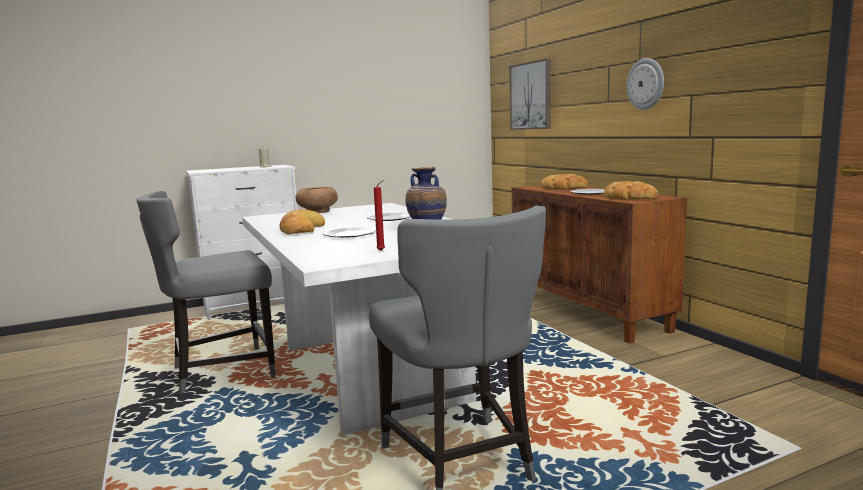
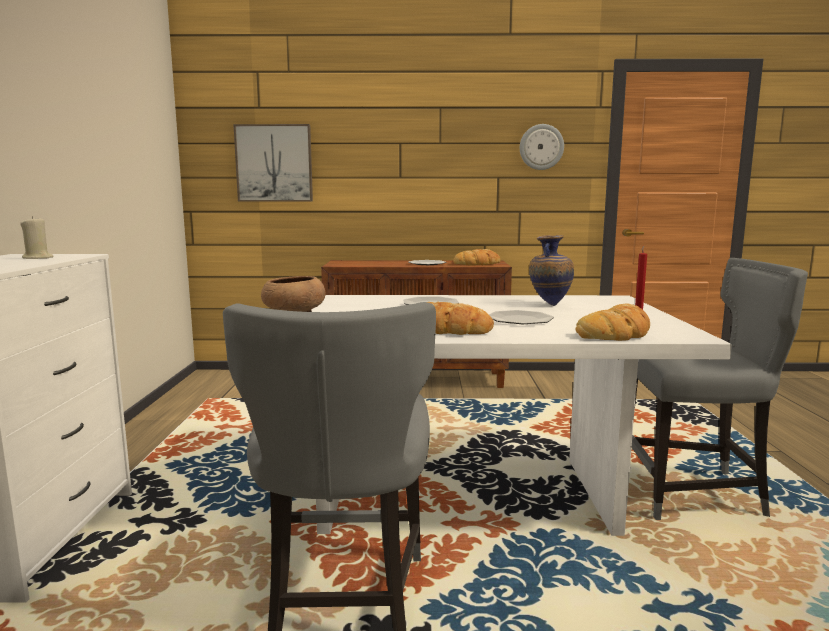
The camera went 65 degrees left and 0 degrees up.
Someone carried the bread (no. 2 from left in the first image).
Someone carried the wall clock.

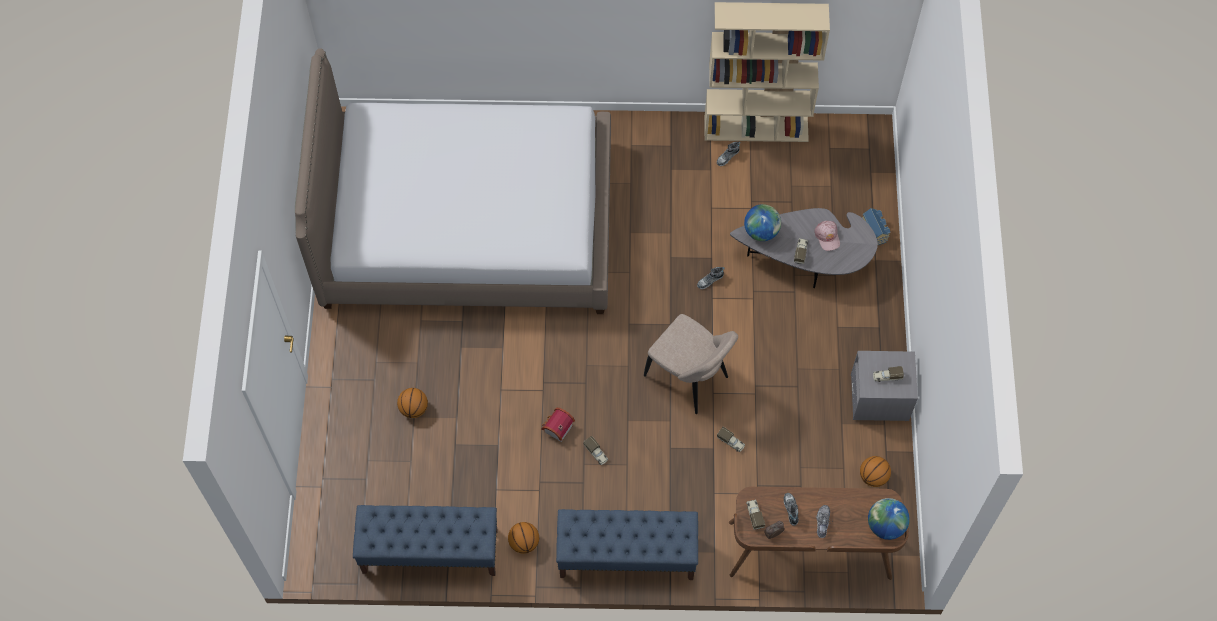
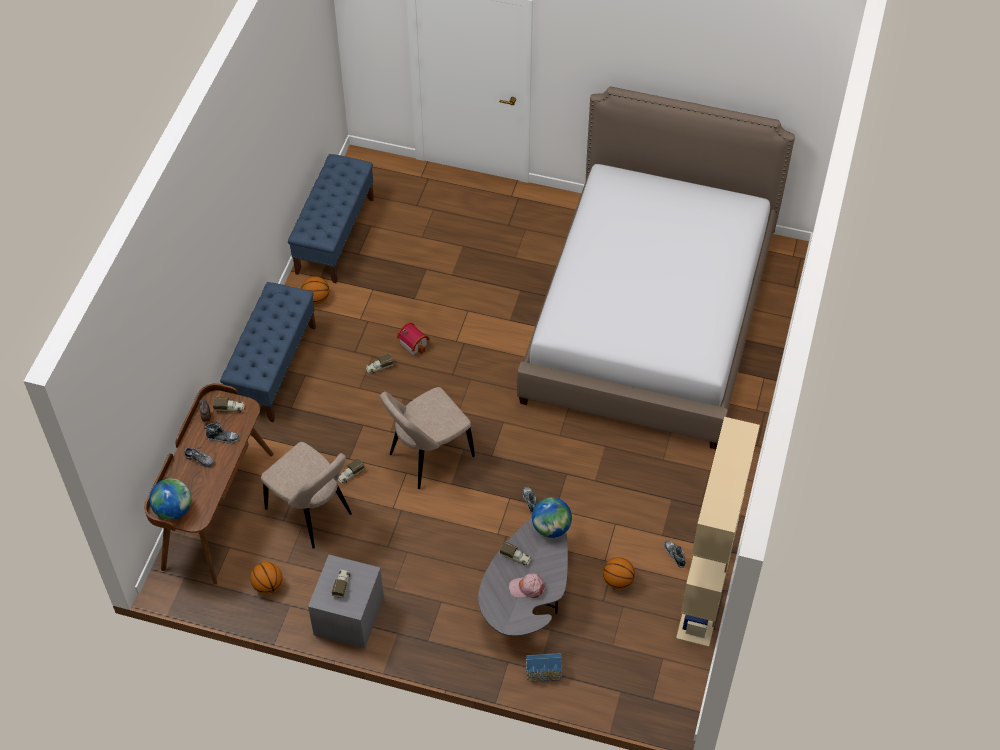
The camera went 105 degrees right and 10 degrees down.
Someone carried the basketball (no. 1 from left in the first image).
Someone put down the beige chair (no. 1 from left).

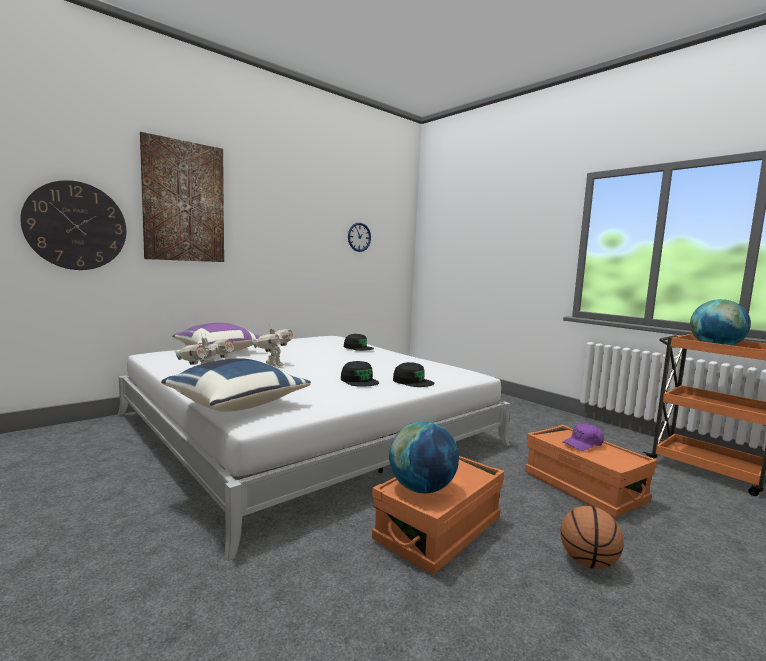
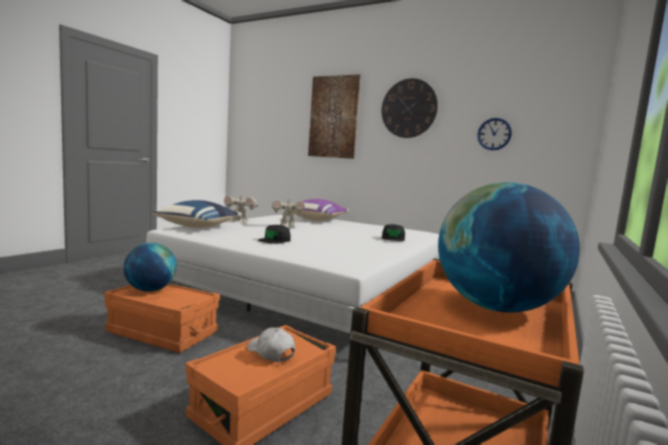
The camera went 70 degrees right and 0 degrees up.
Someone carried the wall clock (no. 1 from left).
Someone took away the black cap (no. 3 from left).
Someone took away the basketball.
Someone repainted the purple cap, which became the white cap.

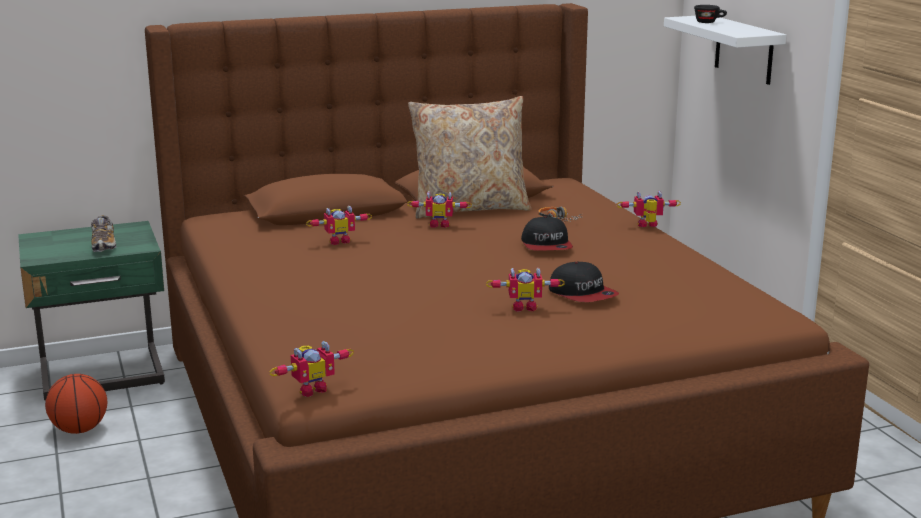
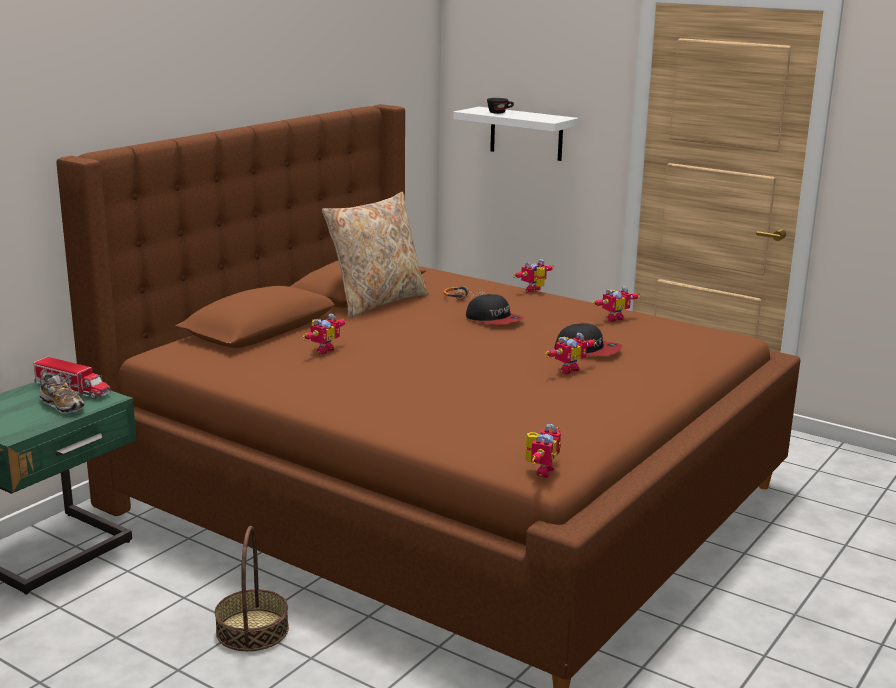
The camera went 35 degrees left and 0 degrees up.
Someone took away the basketball.
Someone carried the toy robot (no. 3 from left in the first image).
Someone put down the toy truck.
Someone put down the basket.

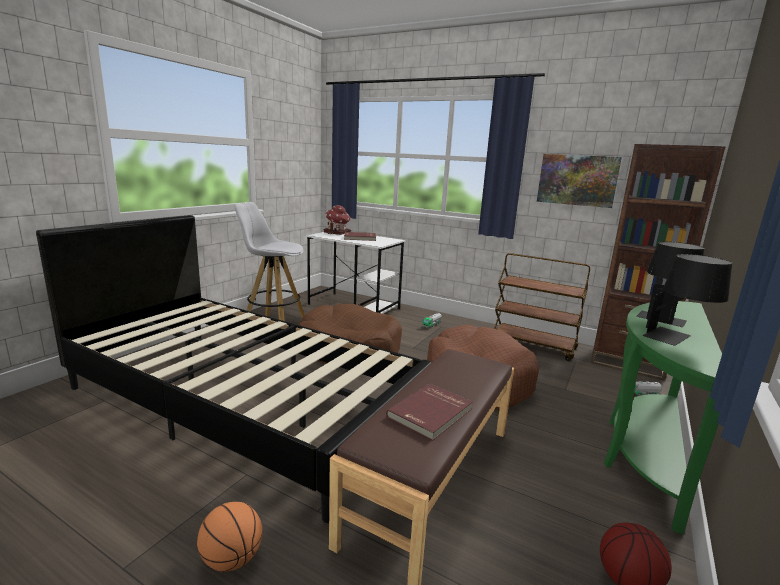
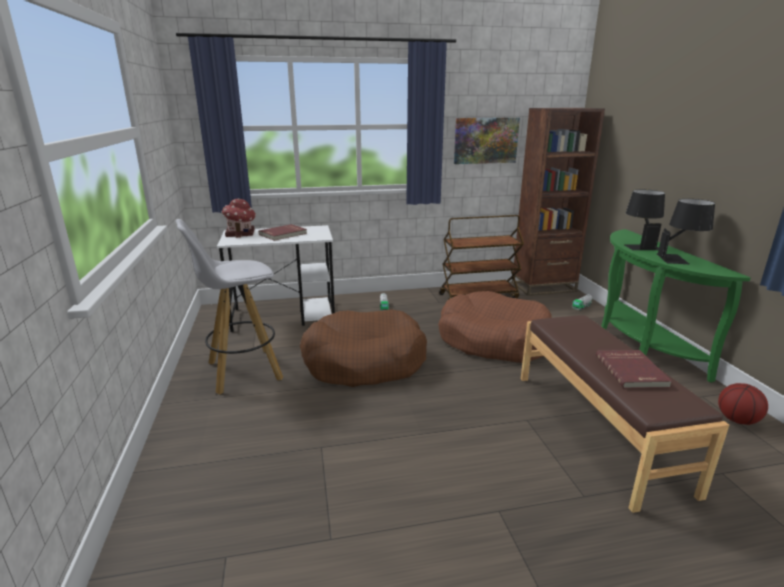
The camera went 40 degrees left and 5 degrees up.
Someone took away the black bed.
Someone took away the basketball (no. 1 from left).

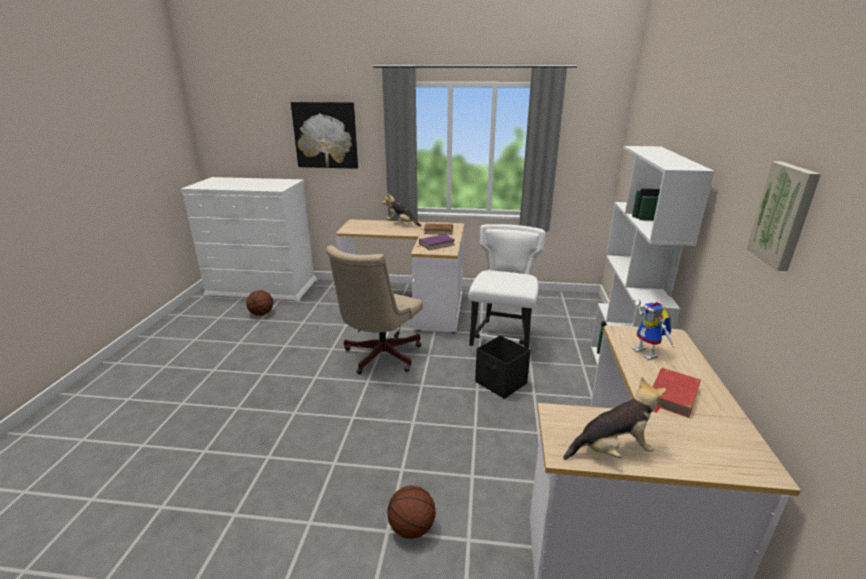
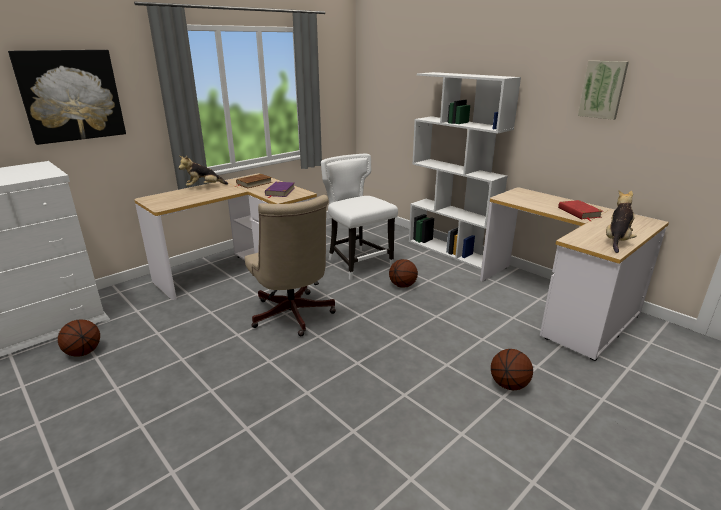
The camera went 50 degrees left and 0 degrees up.
Someone swapped the black storage box for the basketball (no. 2 from left).
Someone took away the toy robot.

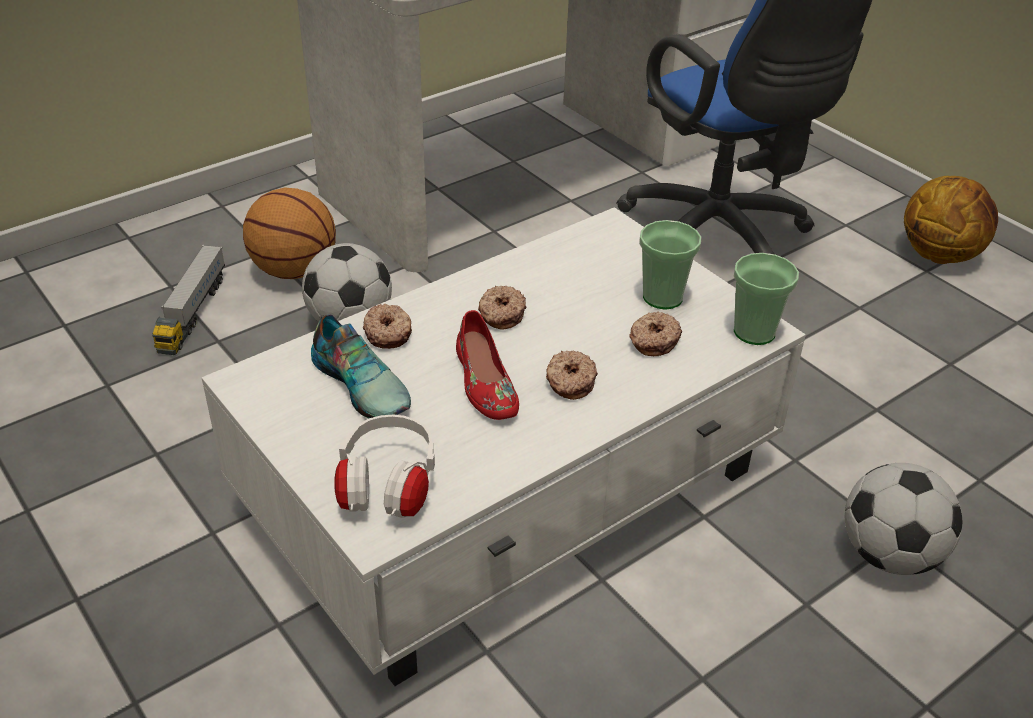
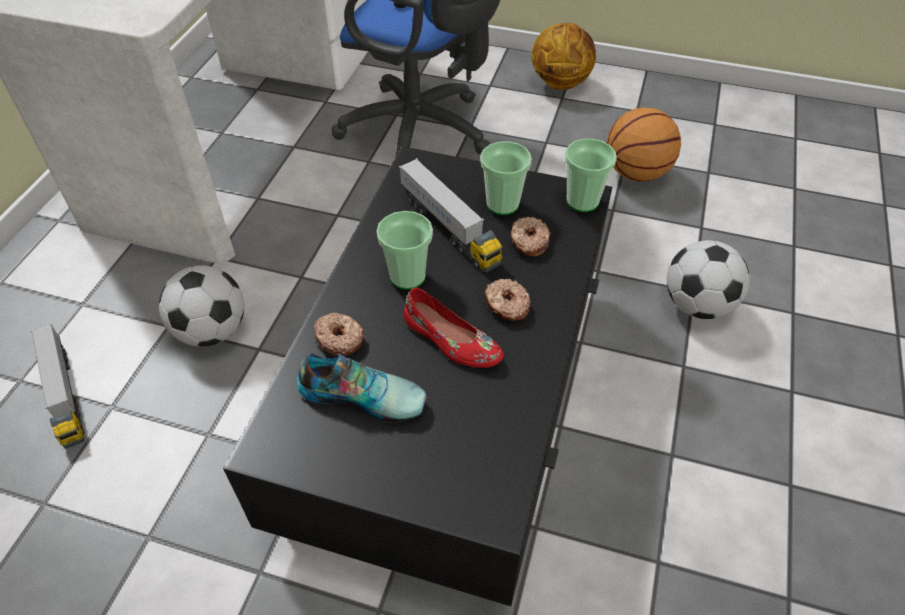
The camera went 35 degrees left and 10 degrees up.
Someone repainted the white coffee table, which became the black coffee table.
Someone carried the basketball (no. 1 from left in the first image).
Someone took away the white headphones.
Someone swapped the donut (no. 2 from left) for the cup (no. 1 from left).
Someone put down the toy truck (no. 2 from left).

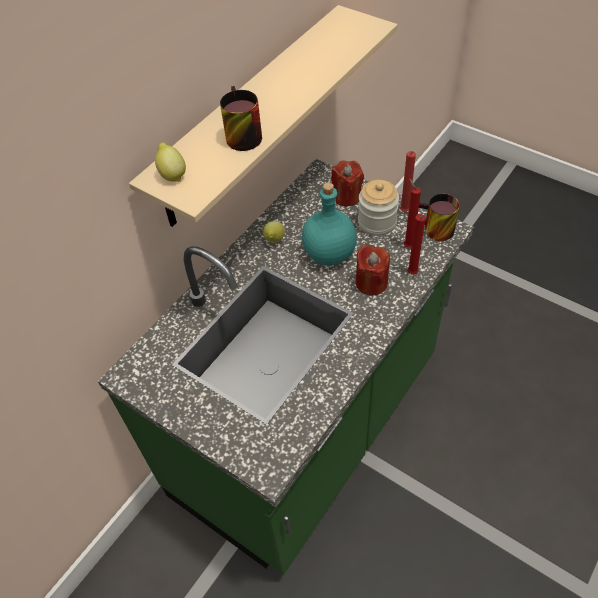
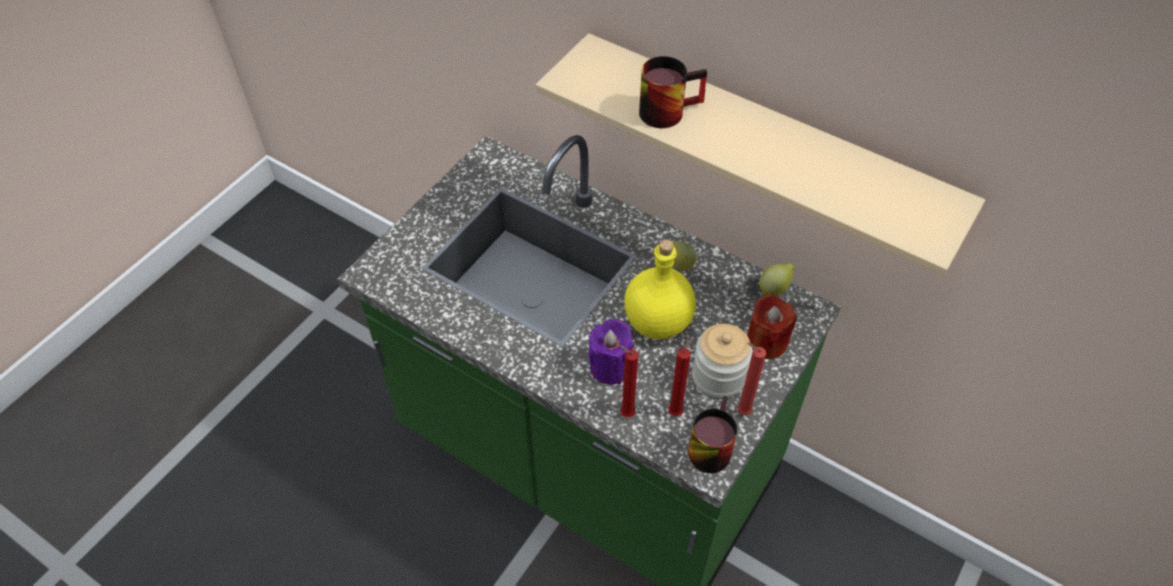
The camera went 85 degrees right and 0 degrees up.
Someone carried the lemon (no. 1 from left in the first image).
Someone repainted the turquoise bottle, which became the yellow bottle.
Someone repainted the red candle (no. 2 from left), which became the purple candle.

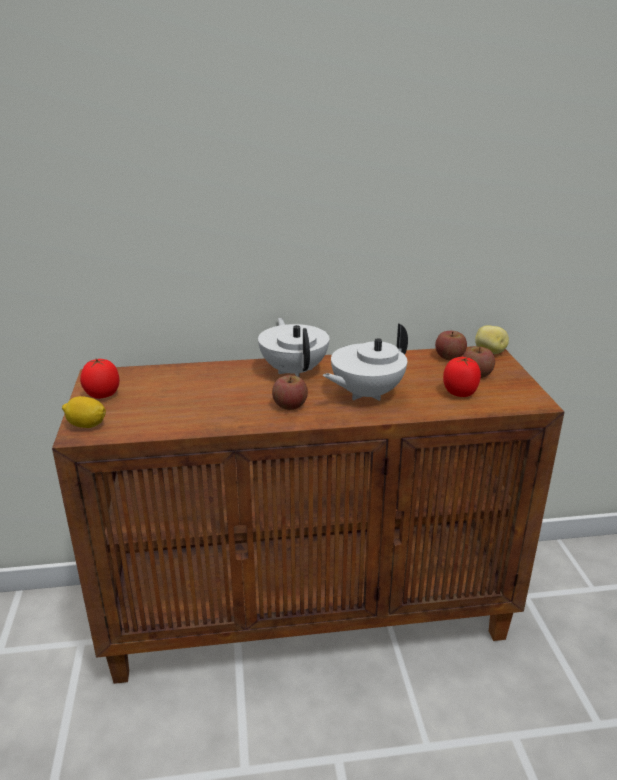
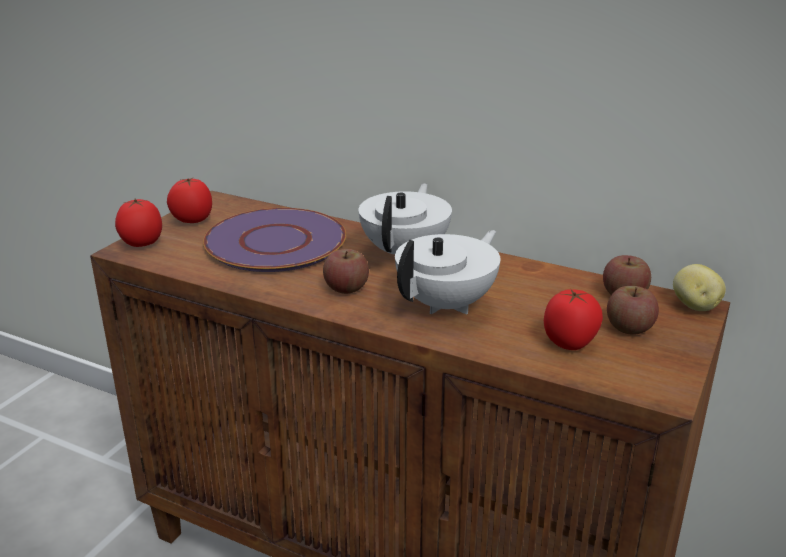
The camera went 35 degrees right and 0 degrees up.
Someone swapped the lemon for the tomato (no. 1 from left).
Someone rotated the white teapot (no. 2 from left) by 135 degrees clockwise.
Someone put down the purple plate.

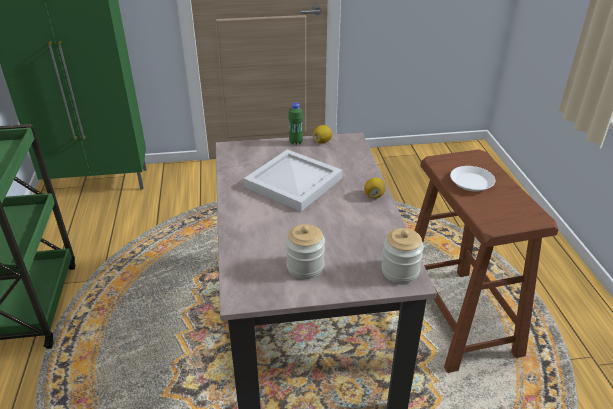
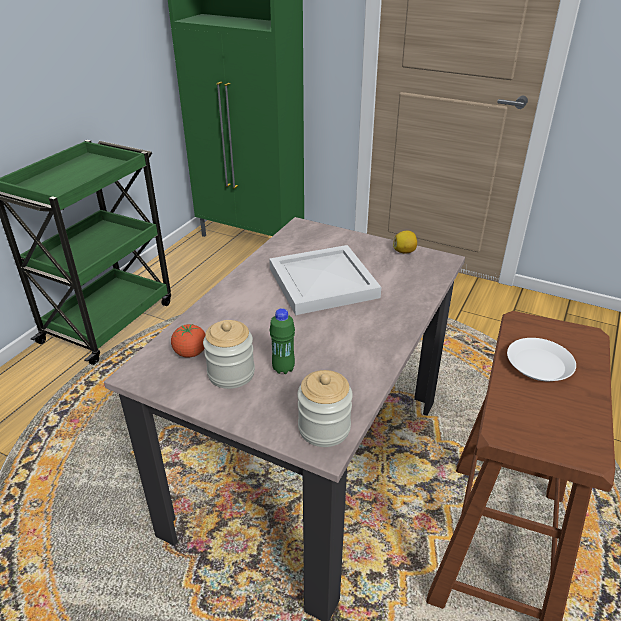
The camera went 35 degrees right and 0 degrees up.
Someone carried the green bottle.
Someone took away the lemon (no. 2 from left).
Someone put down the tomato.

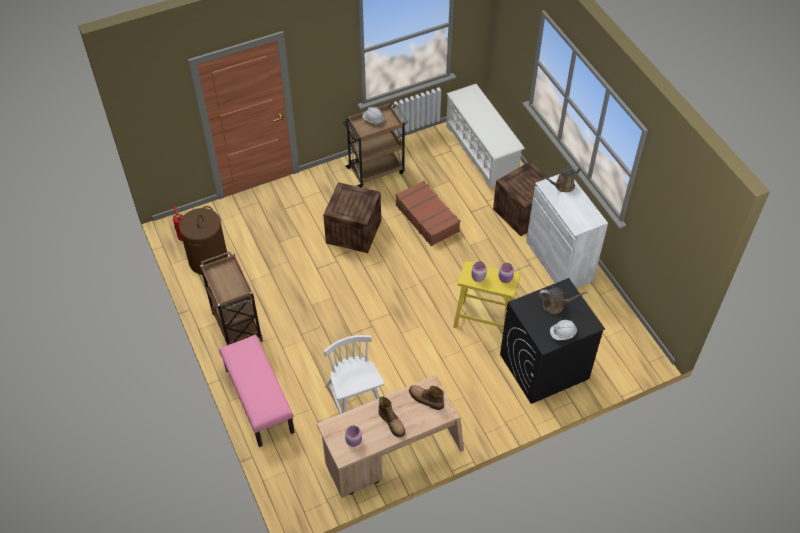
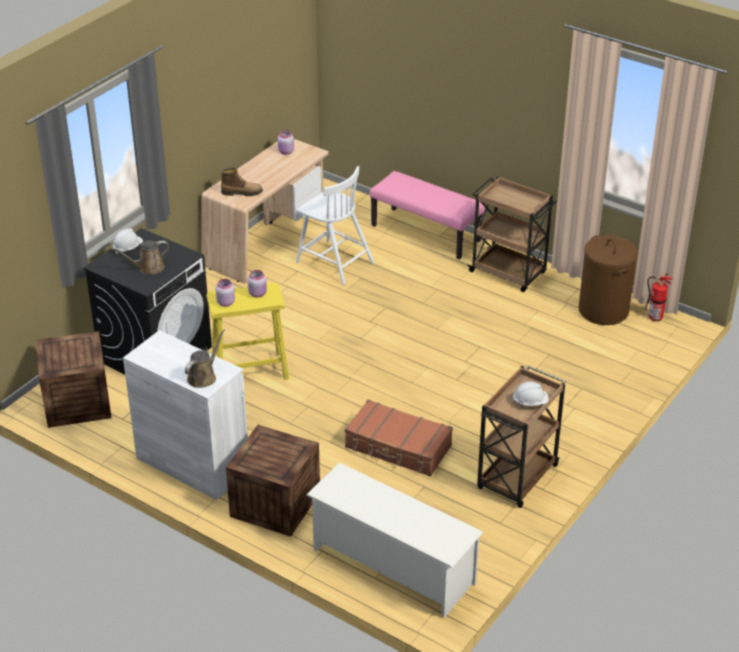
The camera went 150 degrees right and 15 degrees down.
Someone carried the crate (no. 1 from left).
Someone took away the boot (no. 1 from left).

